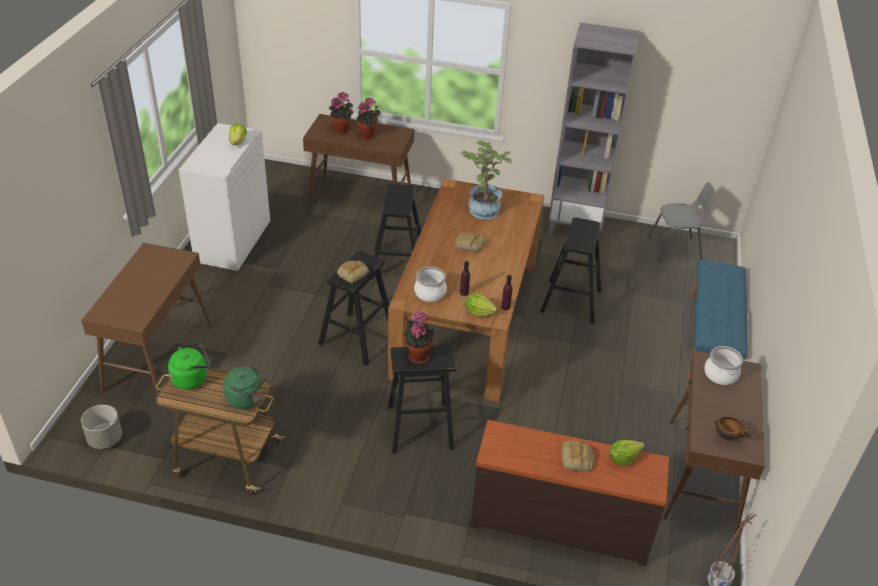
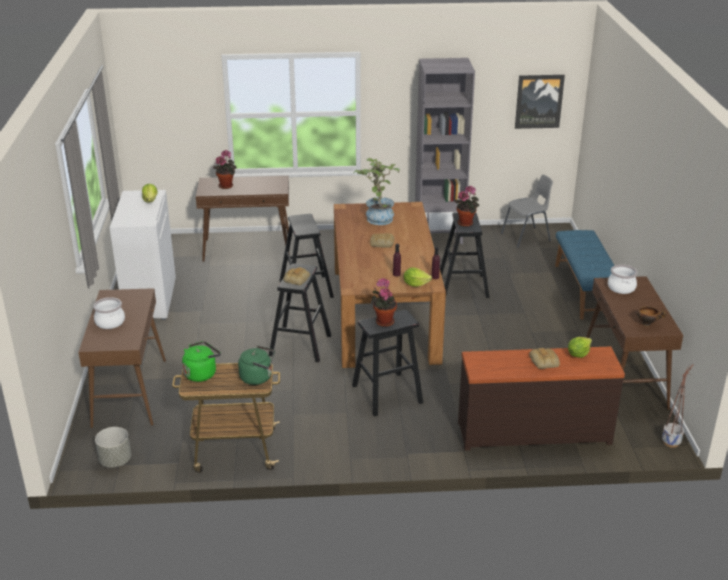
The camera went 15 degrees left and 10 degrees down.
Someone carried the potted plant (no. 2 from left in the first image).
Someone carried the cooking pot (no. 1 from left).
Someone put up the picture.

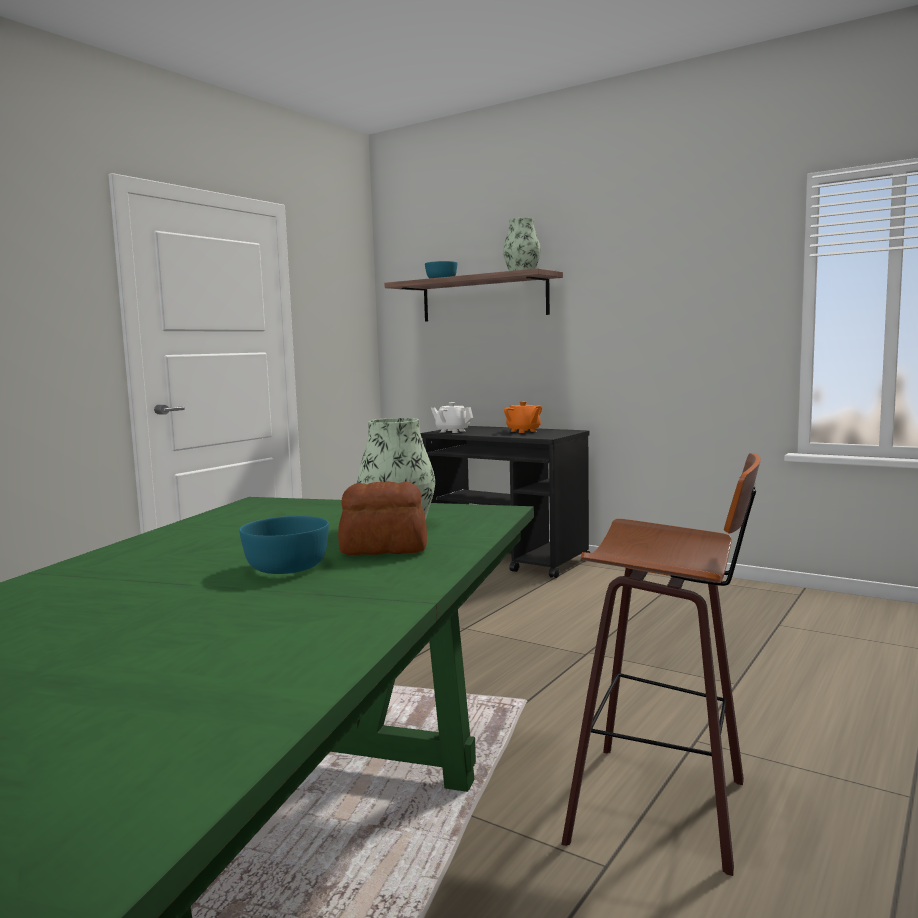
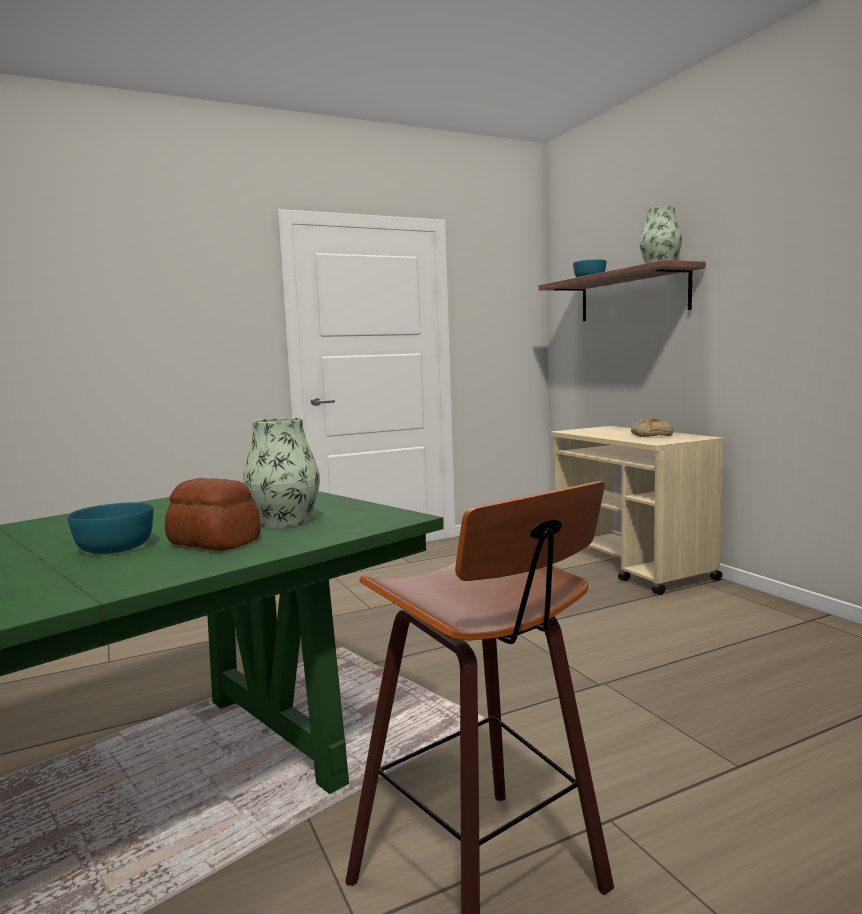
The camera went 30 degrees right and 0 degrees up.
Someone repainted the black cart, which became the beige cart.
Someone took away the white teapot.
Someone swapped the orange teapot for the bread (no. 2 from left).

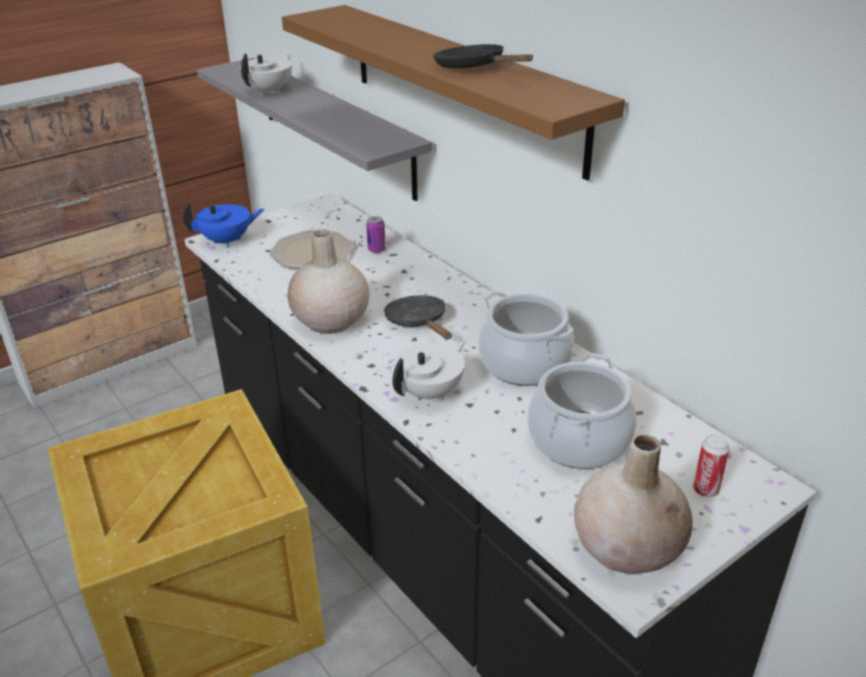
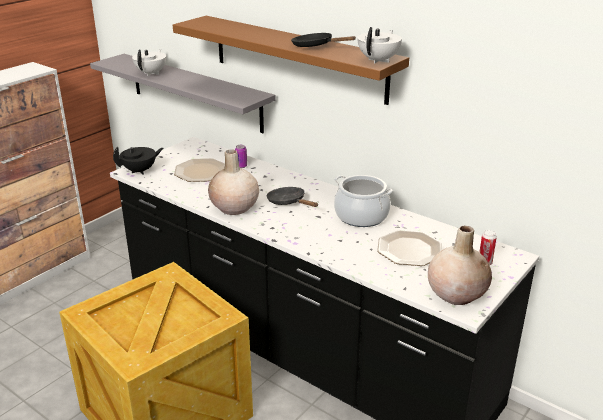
The camera went 15 degrees left and 5 degrees down.
Someone repainted the blue teapot, which became the black teapot.
Someone carried the white teapot (no. 2 from left).
Someone swapped the cooking pot (no. 2 from left) for the plate (no. 2 from left).

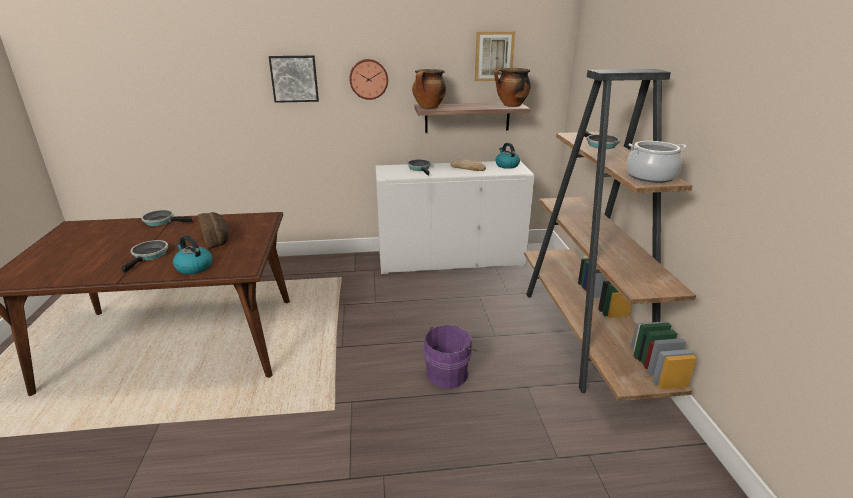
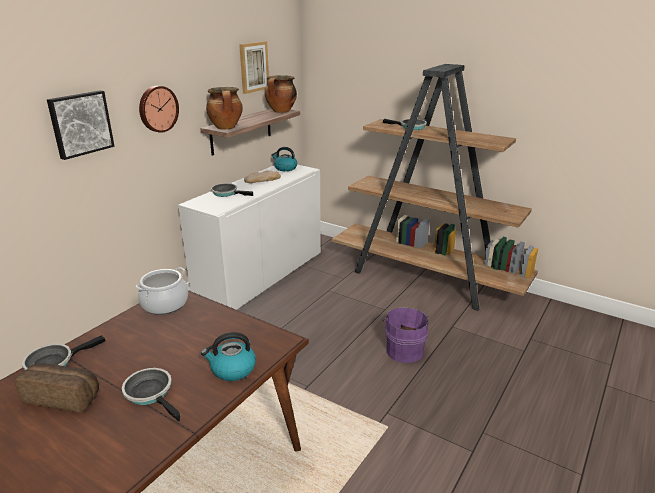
The camera went 50 degrees left and 0 degrees up.
Someone carried the bread (no. 1 from left).
Someone carried the cooking pot (no. 3 from left in the first image).

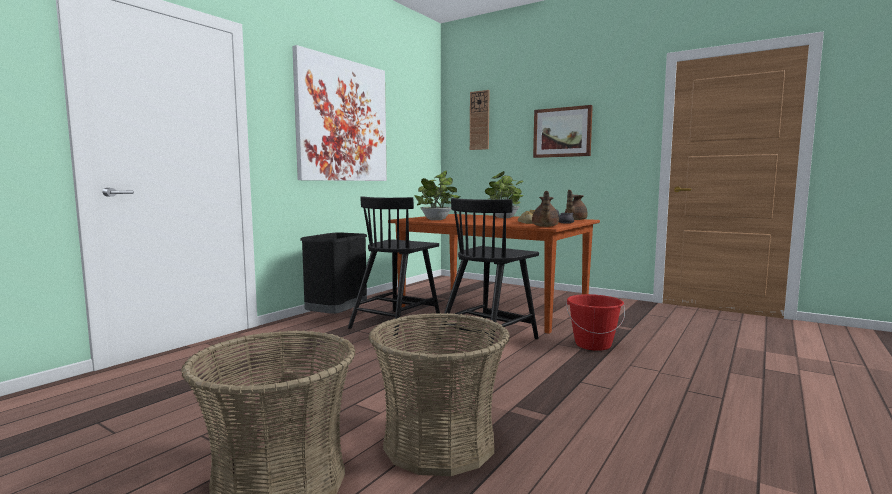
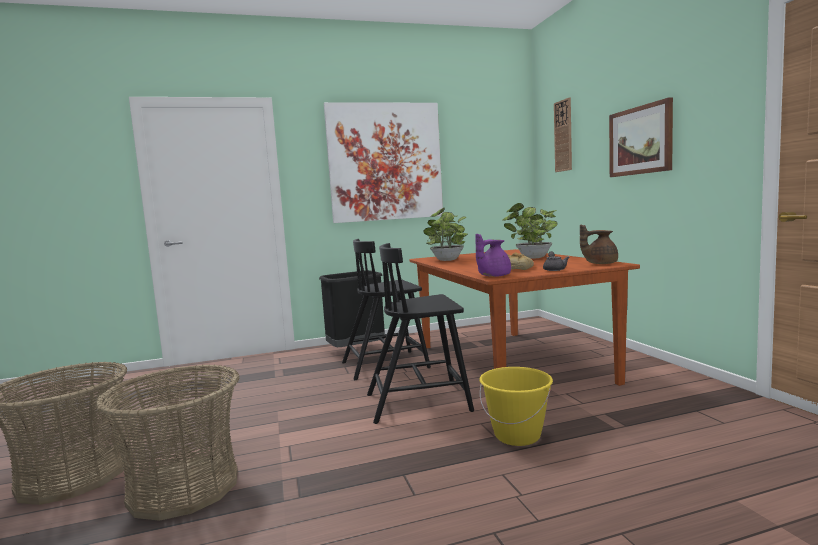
The camera went 40 degrees right and 0 degrees up.
Someone repainted the brown teapot (no. 1 from left), which became the purple teapot.
Someone repainted the red bucket, which became the yellow bucket.

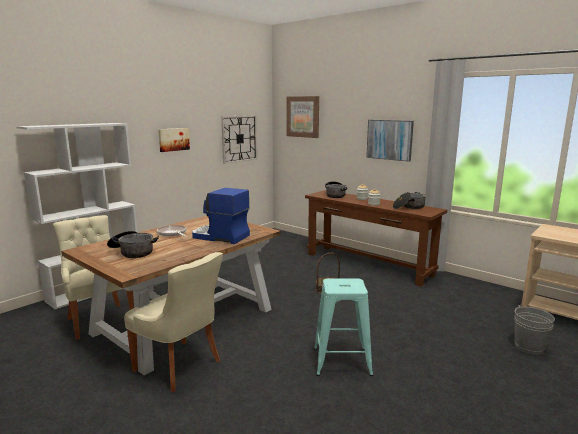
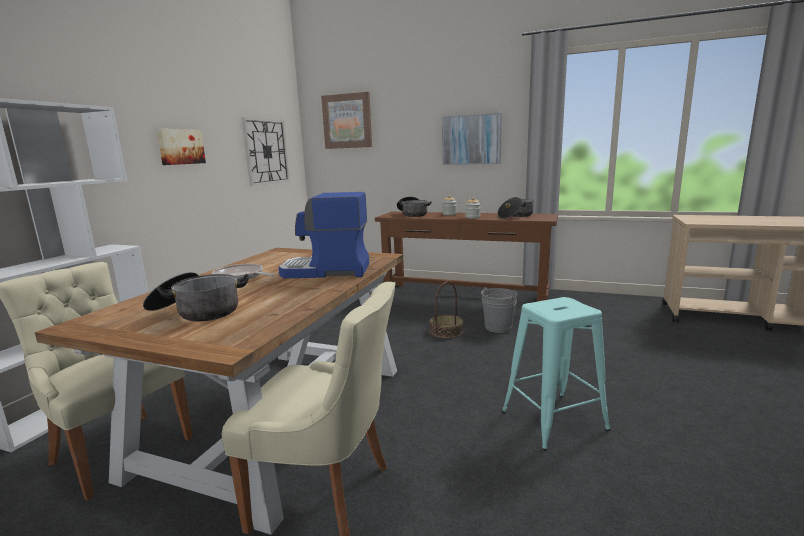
The camera went 20 degrees left and 0 degrees up.
Someone carried the grey bucket.

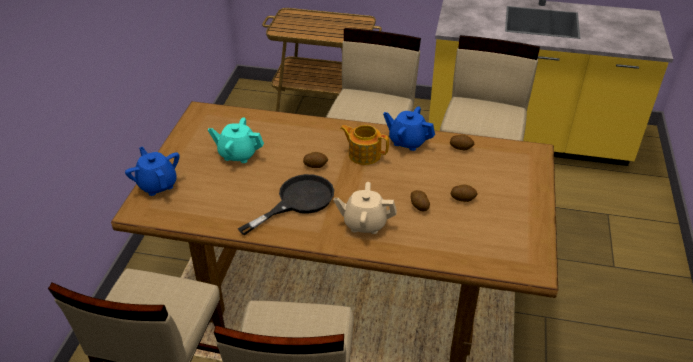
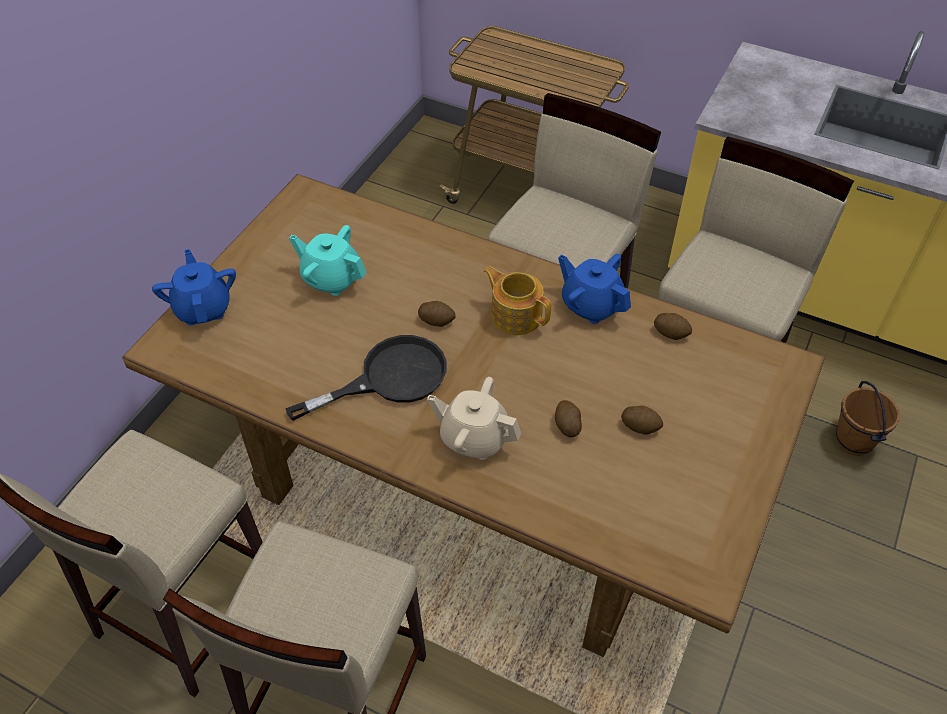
The camera went 15 degrees right and 10 degrees up.
Someone put down the brown bucket.

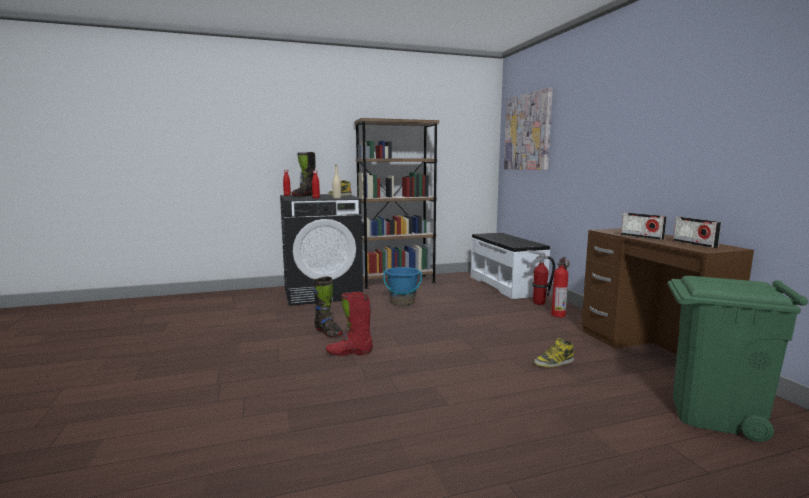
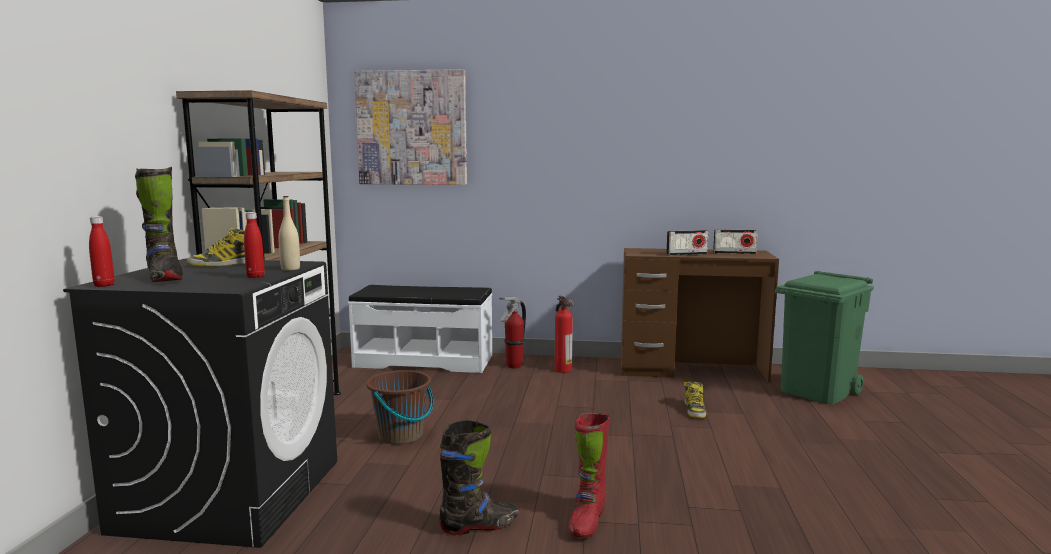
The camera went 65 degrees left and 0 degrees up.
Someone repainted the blue bucket, which became the brown bucket.

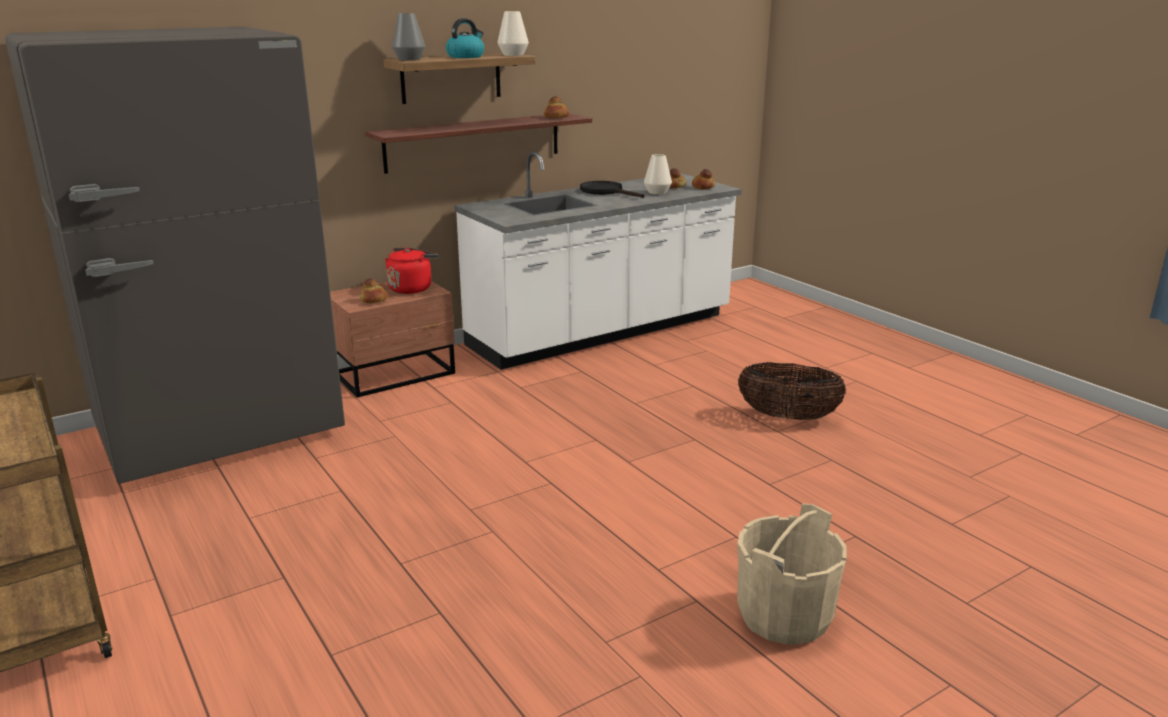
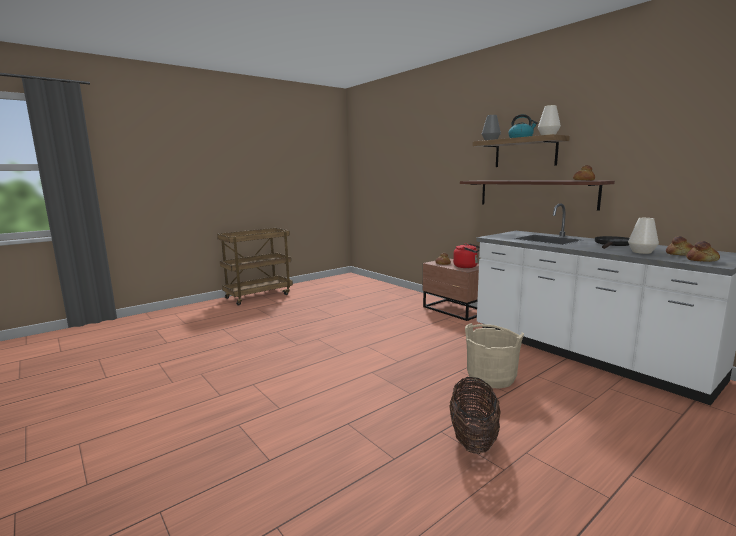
The camera went 85 degrees right and 10 degrees down.
Someone took away the grey fridge.
Someone carried the beige bucket.

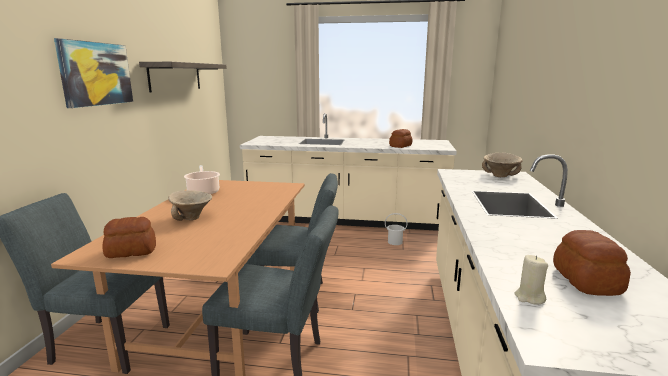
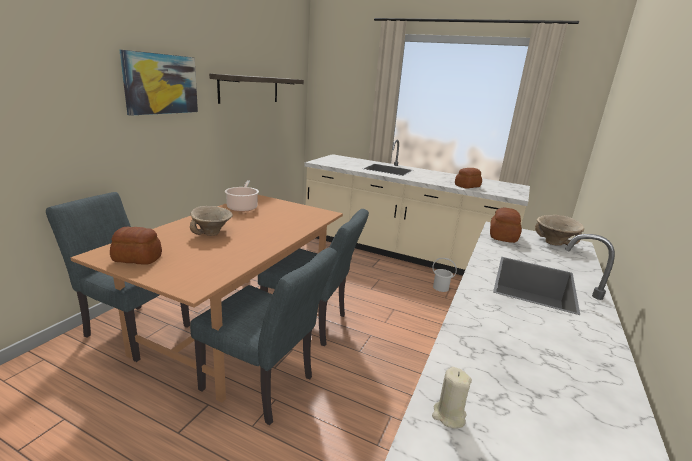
The camera went 15 degrees right and 5 degrees up.
Someone carried the bread (no. 3 from left).

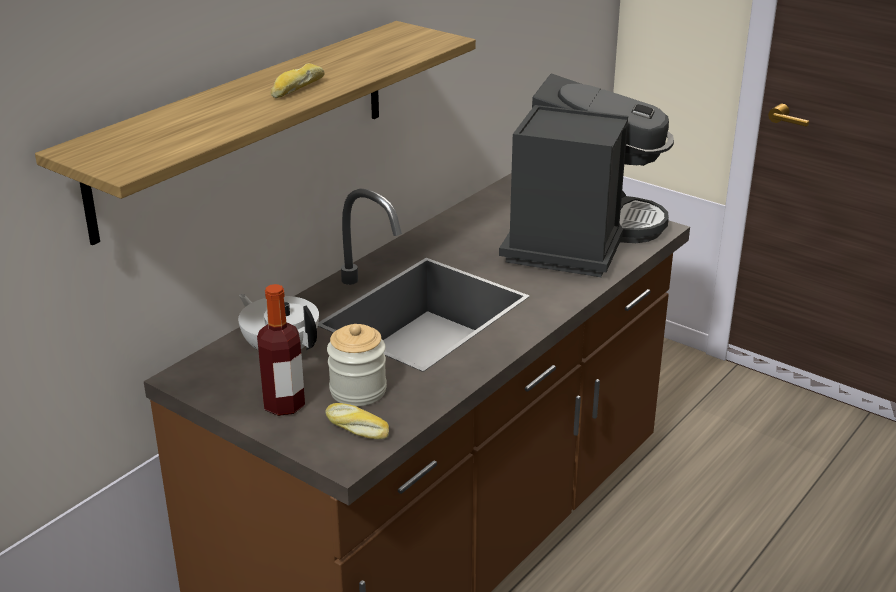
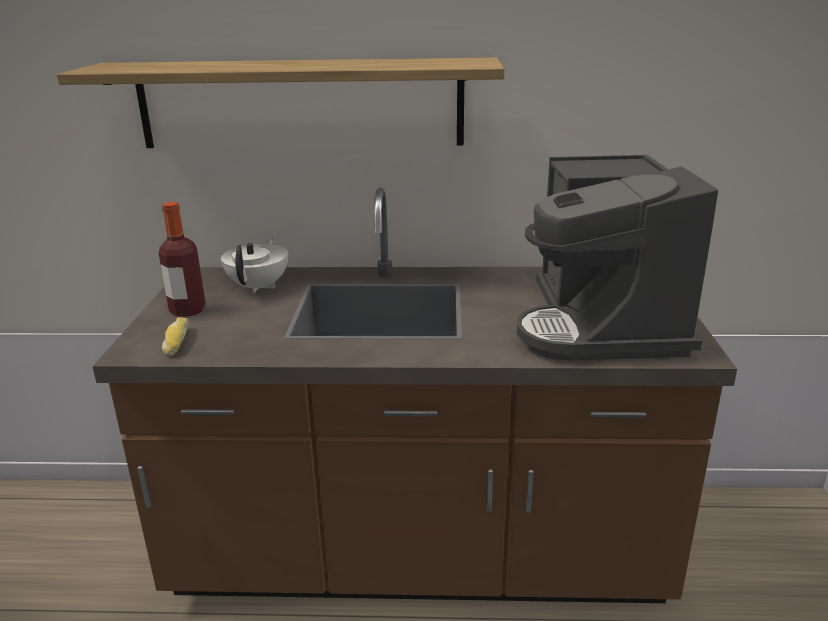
The camera went 55 degrees right and 5 degrees down.
Someone took away the bread (no. 1 from left).
Someone took away the jar.
Someone rotated the coffee machine by 105 degrees clockwise.

